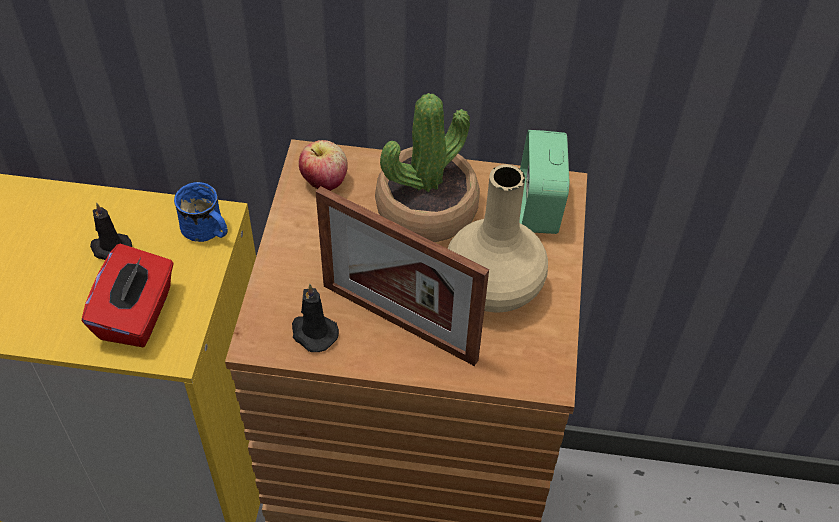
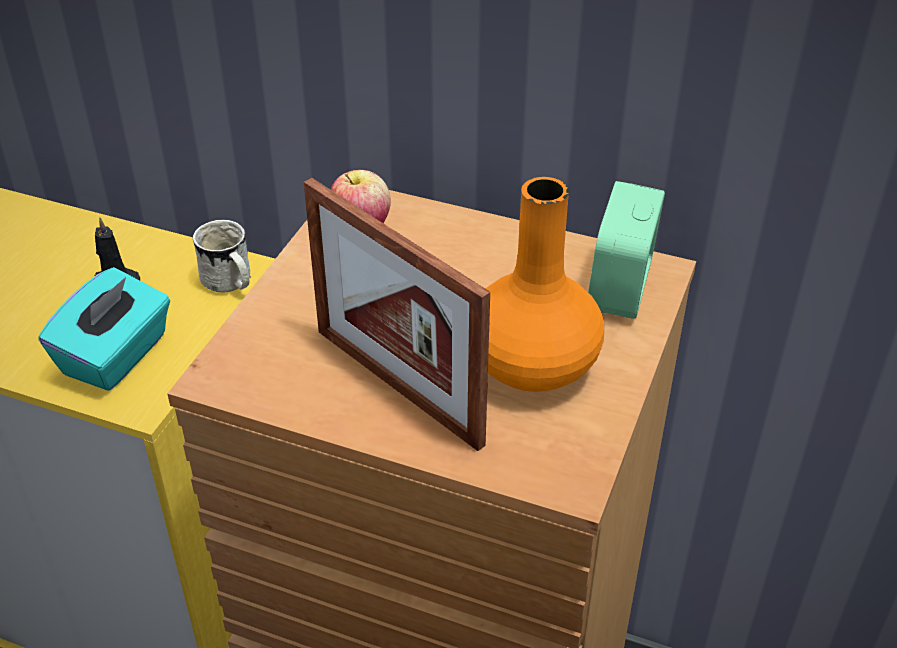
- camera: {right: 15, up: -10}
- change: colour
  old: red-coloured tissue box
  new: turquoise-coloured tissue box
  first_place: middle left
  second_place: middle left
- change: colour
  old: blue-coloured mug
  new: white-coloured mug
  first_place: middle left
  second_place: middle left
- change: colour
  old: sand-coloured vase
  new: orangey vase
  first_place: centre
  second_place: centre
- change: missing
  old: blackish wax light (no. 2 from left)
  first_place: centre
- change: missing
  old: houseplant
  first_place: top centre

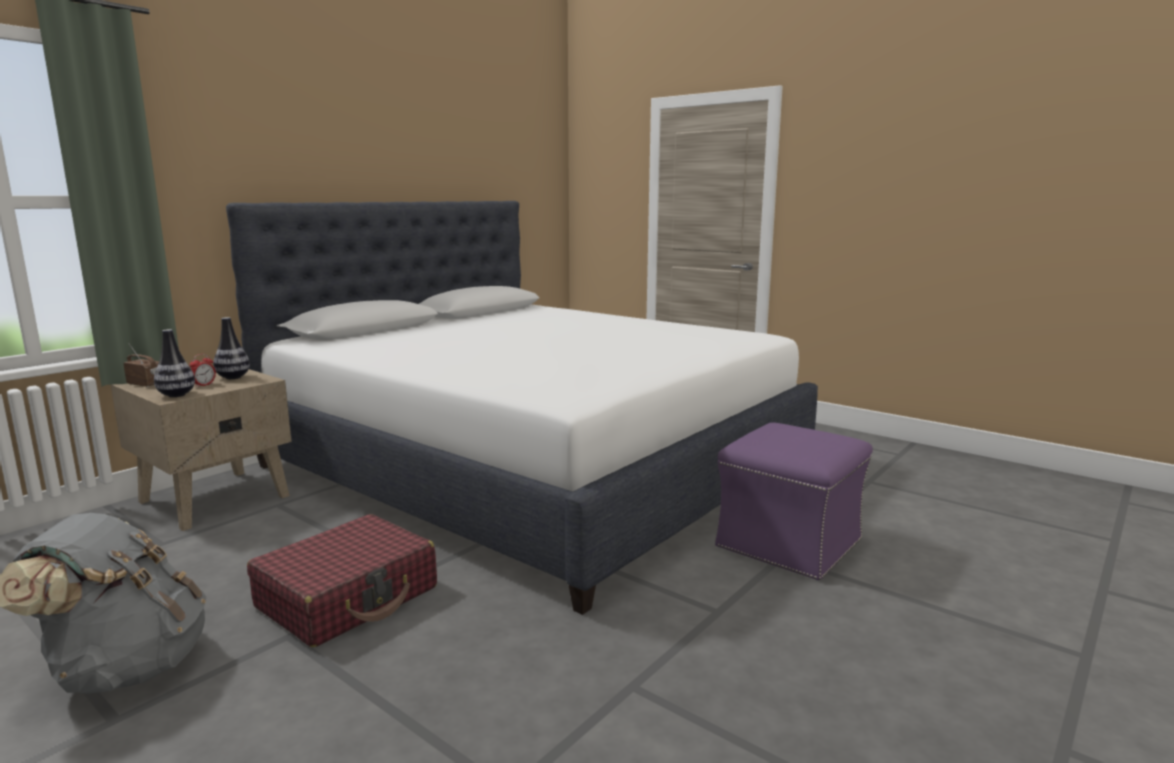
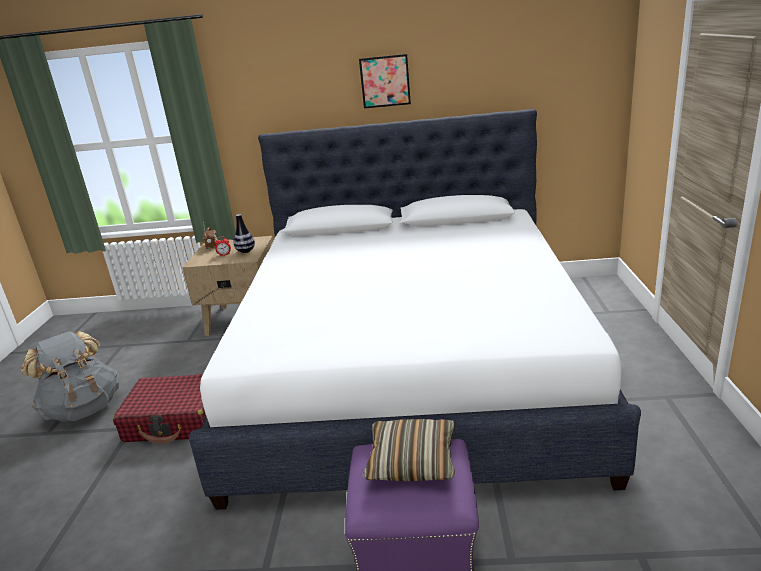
- camera: {right: 55, up: 10}
- change: appeared
  new: wall picture
  second_place: top centre
- change: appeared
  new: pillow
  second_place: bottom centre
- change: missing
  old: vase (no. 1 from left)
  first_place: middle left

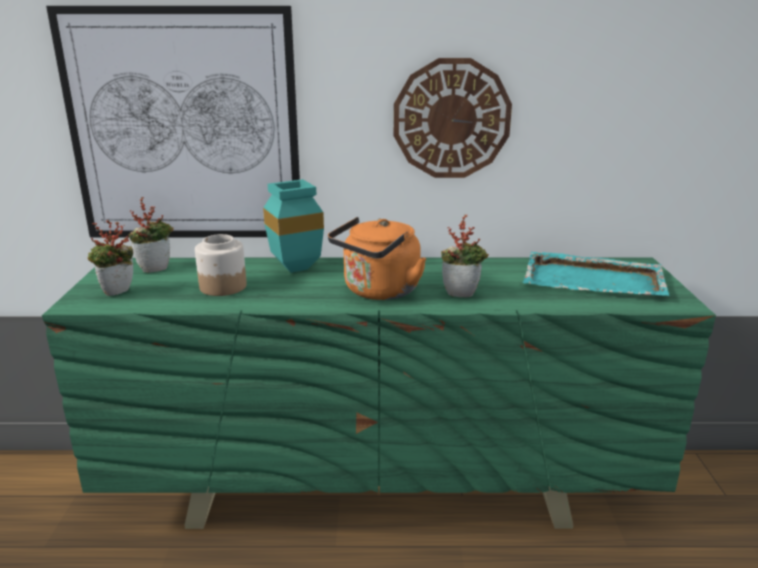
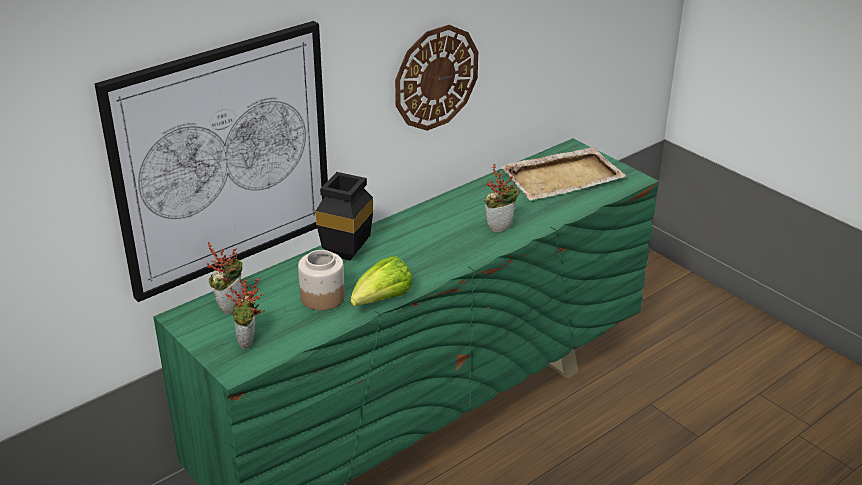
- camera: {right: -40, up: 10}
- change: colour
  old: turquoise-coloured vase
  new: blackish vase
  first_place: centre
  second_place: centre
- change: appeared
  new: lettuce head
  second_place: centre
- change: colour
  old: turquoise-coloured tray
  new: sand-coloured tray
  first_place: middle right
  second_place: centre
- change: missing
  old: orangey kettle
  first_place: centre

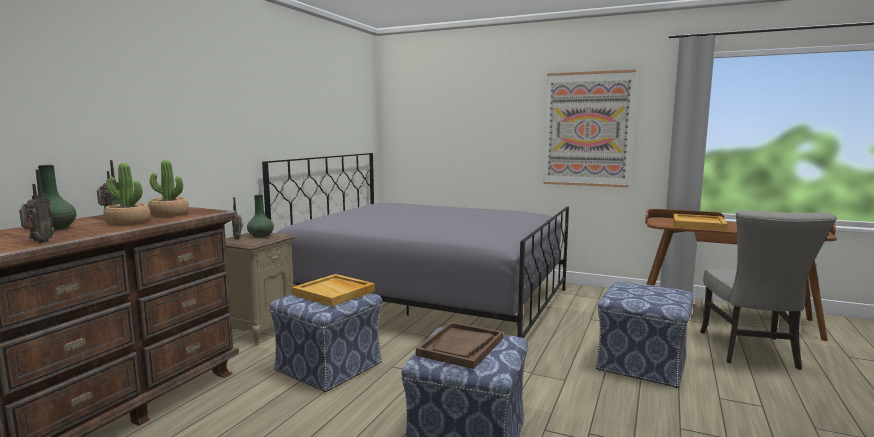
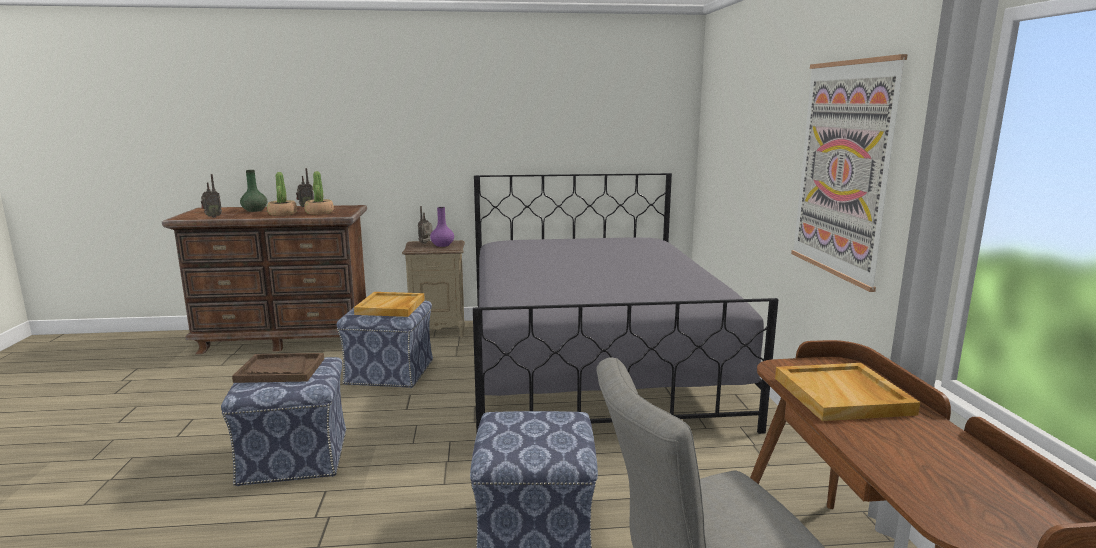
- camera: {right: 60, up: 5}
- change: colour
  old: green-coloured vase (no. 2 from left)
  new: purplish vase
  first_place: middle left
  second_place: centre

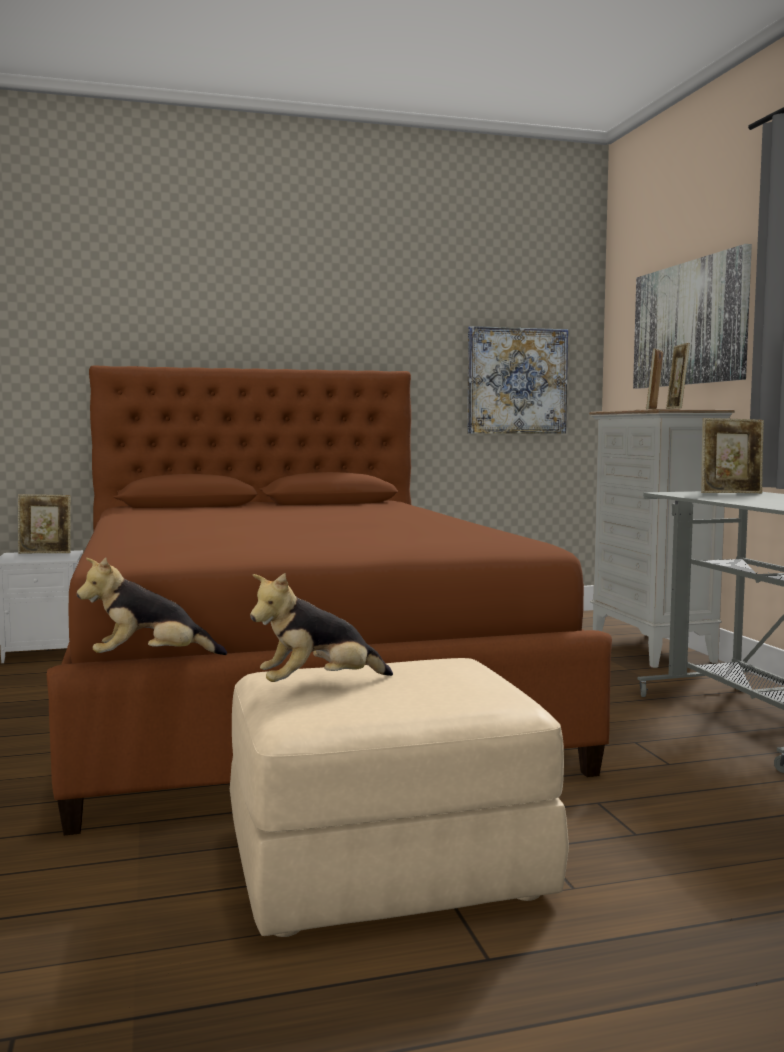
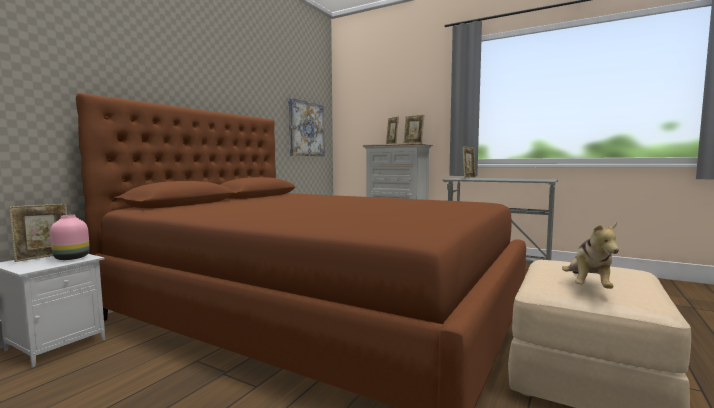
- camera: {right: -45, up: 0}
- change: appeared
  new: pink vase
  second_place: middle left
- change: missing
  old: soft toy (no. 1 from left)
  first_place: middle left
- change: missing
  old: wall picture (no. 2 from left)
  first_place: top right

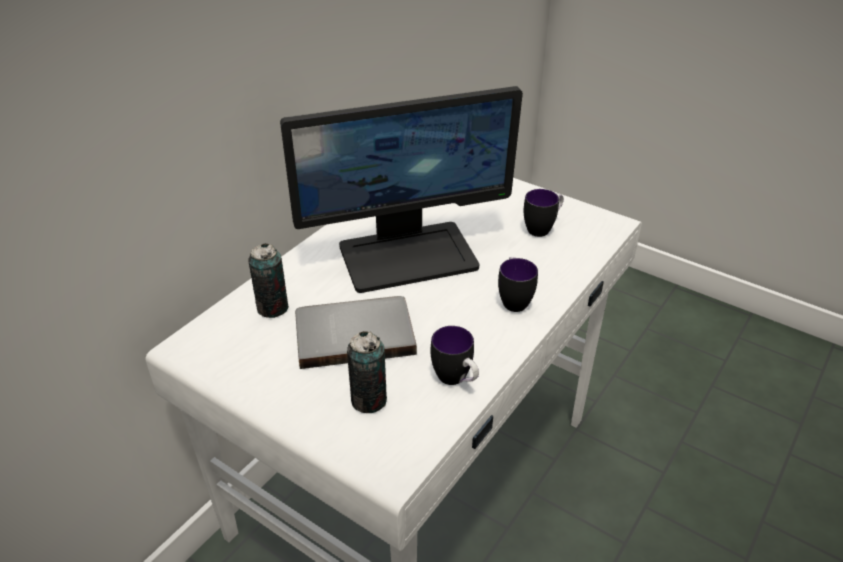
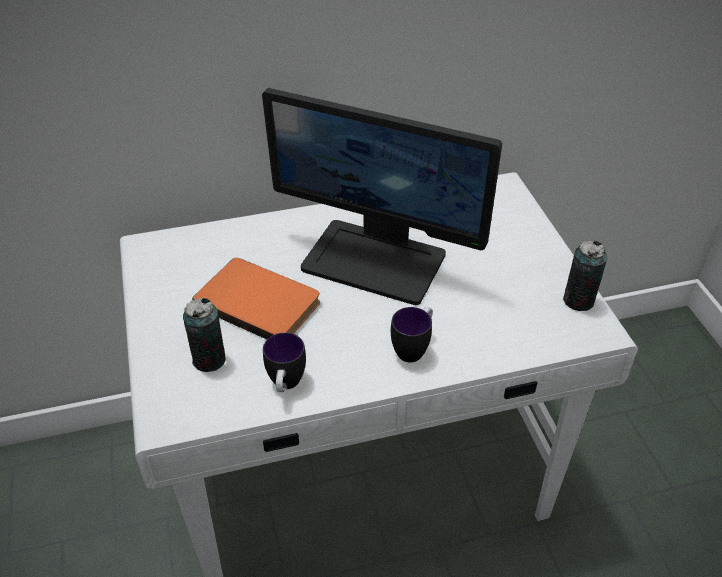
- camera: {right: 40, up: 5}
- change: colour
  old: gray volume
  new: orangey volume
  first_place: centre
  second_place: centre
- change: relocated
  old: metal can (no. 1 from left in the first image)
  new: metal can (no. 2 from left)
  first_place: middle left
  second_place: middle right
- change: missing
  old: mug (no. 3 from left)
  first_place: centre

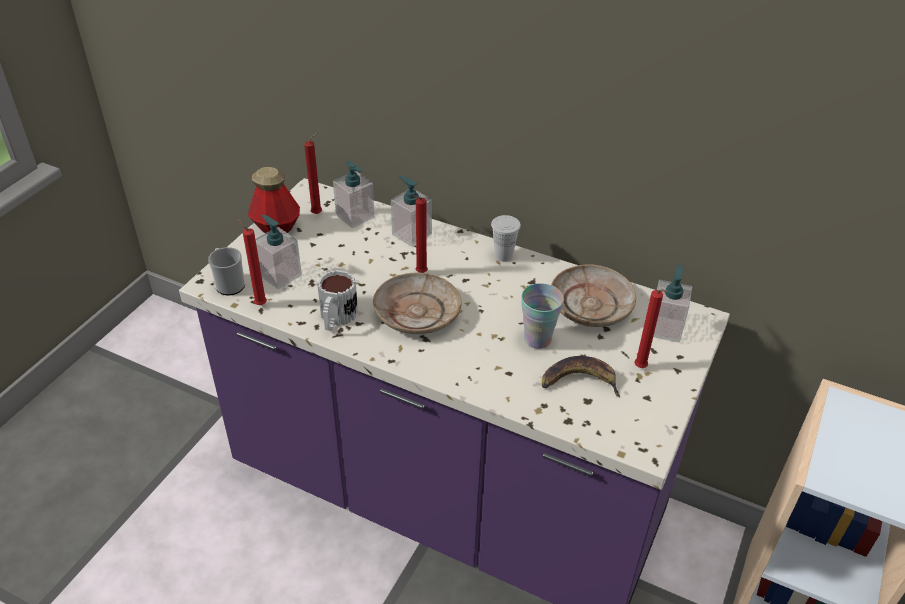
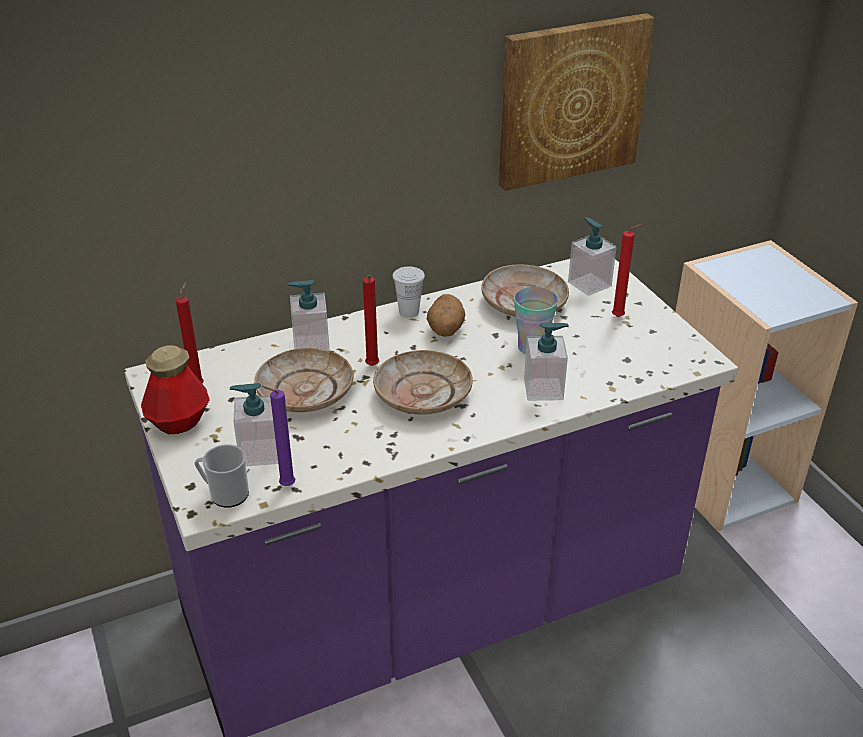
- camera: {right: -50, up: -5}
- change: appeared
  new: sand-coloured dinner plate (no. 1 from left)
  second_place: centre
- change: colour
  old: red-coloured wax light (no. 1 from left)
  new: purplish wax light
  first_place: middle left
  second_place: middle left
- change: appeared
  new: potato
  second_place: centre
- change: appeared
  new: wall picture
  second_place: top right
- change: relocated
  old: soap bottle (no. 2 from left in the first image)
  new: soap bottle (no. 3 from left)
  first_place: top centre
  second_place: centre
- change: missing
  old: mug (no. 2 from left)
  first_place: centre
- change: missing
  old: whole banana
  first_place: centre

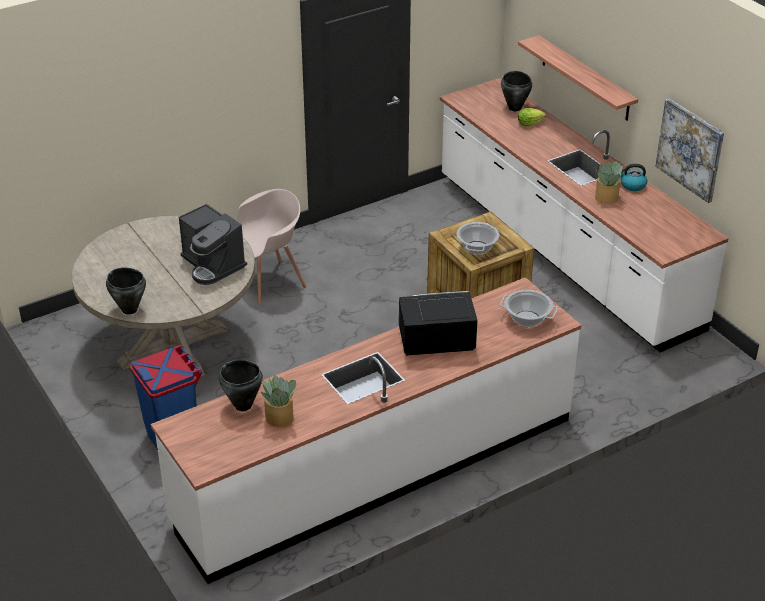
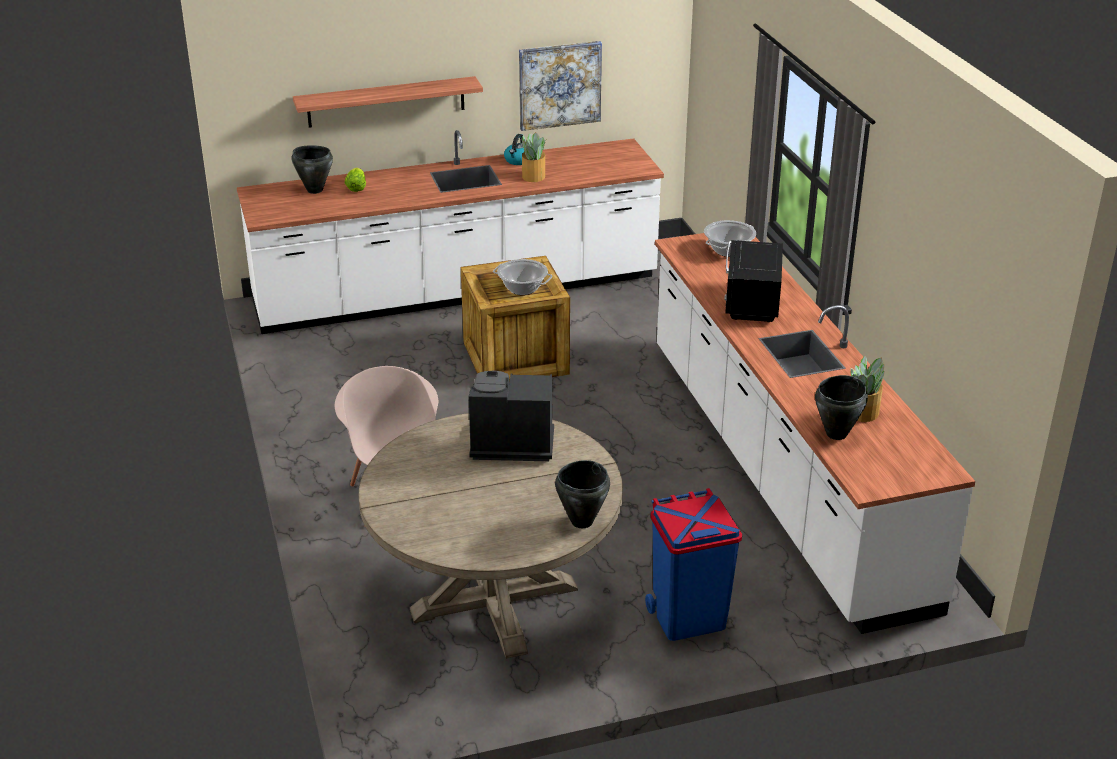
- camera: {right: -75, up: -5}
- change: spun
  old: coffee brewer
  first_place: middle left
  second_place: centre
  degrees: -150

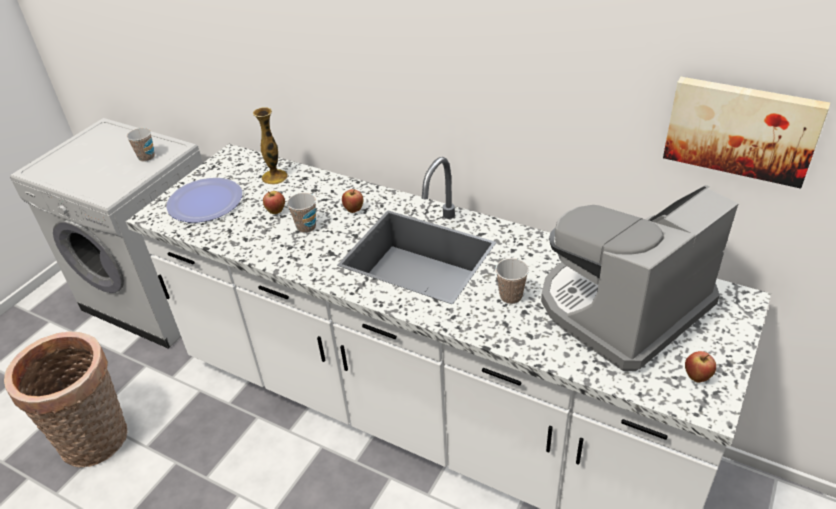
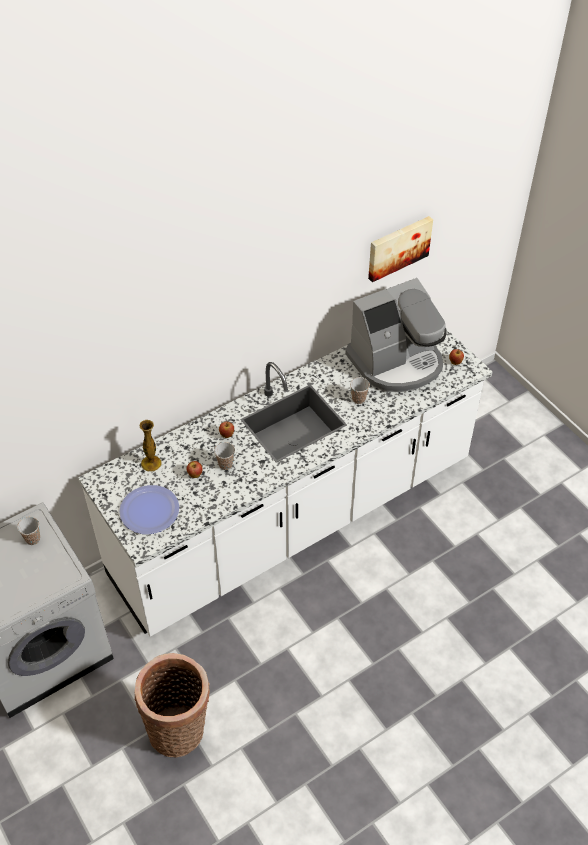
- camera: {right: -65, up: 10}
- change: spun
  old: coffee brewer
  first_place: middle right
  second_place: middle right
  degrees: -105

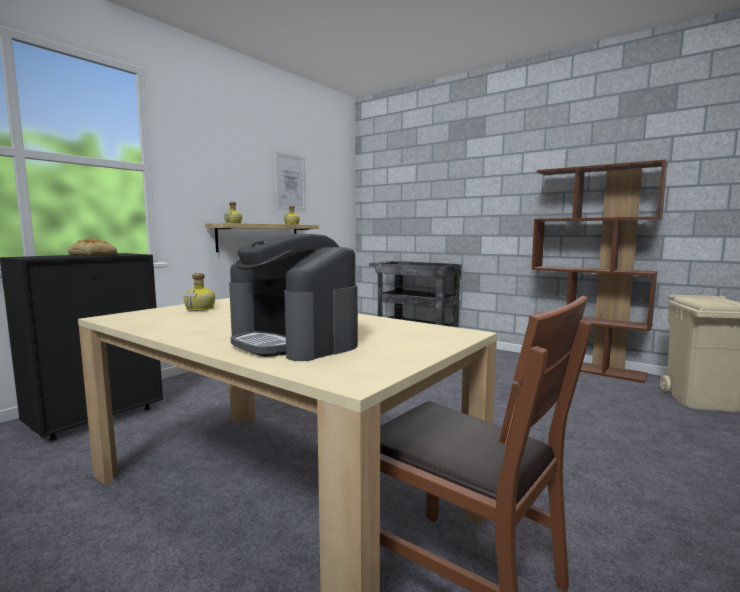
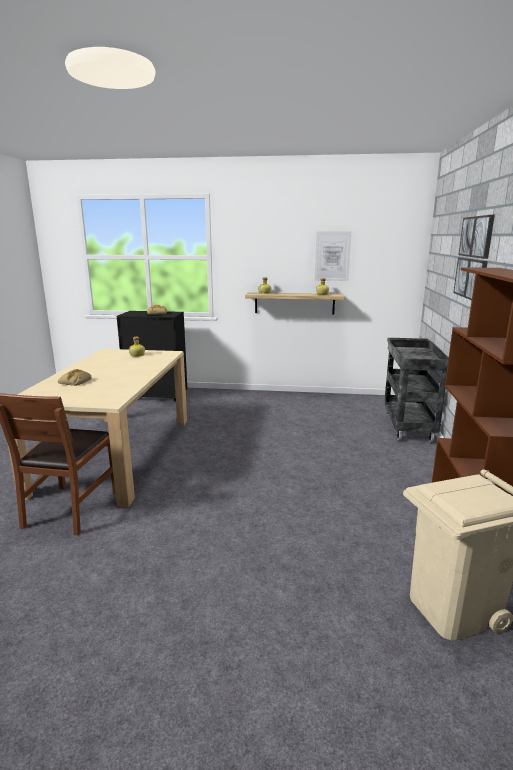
- camera: {right: 60, up: 10}
- change: exchanged
  old: coffee brewer
  new: baked bread (no. 1 from left)
  first_place: centre
  second_place: middle left
- change: appeared
  new: wall picture (no. 2 from left)
  second_place: middle right

